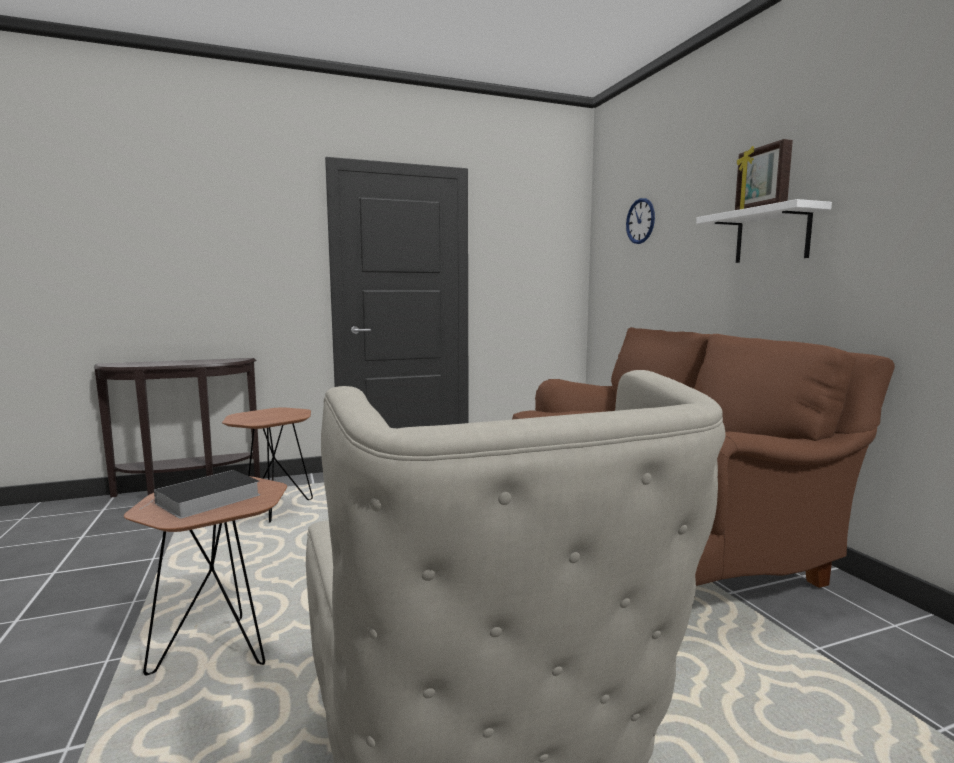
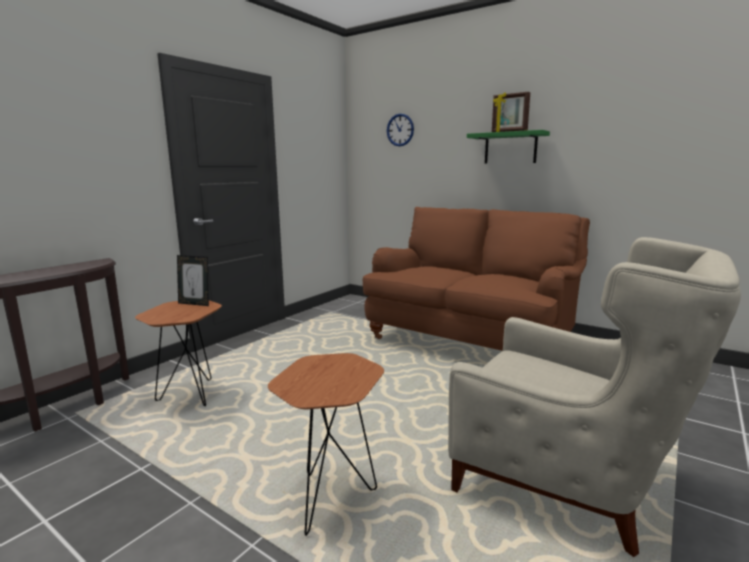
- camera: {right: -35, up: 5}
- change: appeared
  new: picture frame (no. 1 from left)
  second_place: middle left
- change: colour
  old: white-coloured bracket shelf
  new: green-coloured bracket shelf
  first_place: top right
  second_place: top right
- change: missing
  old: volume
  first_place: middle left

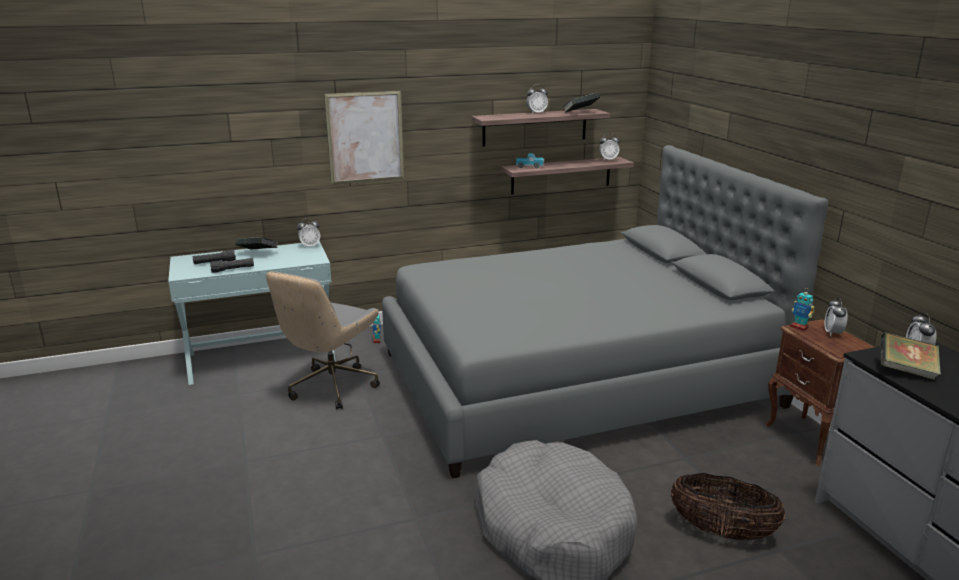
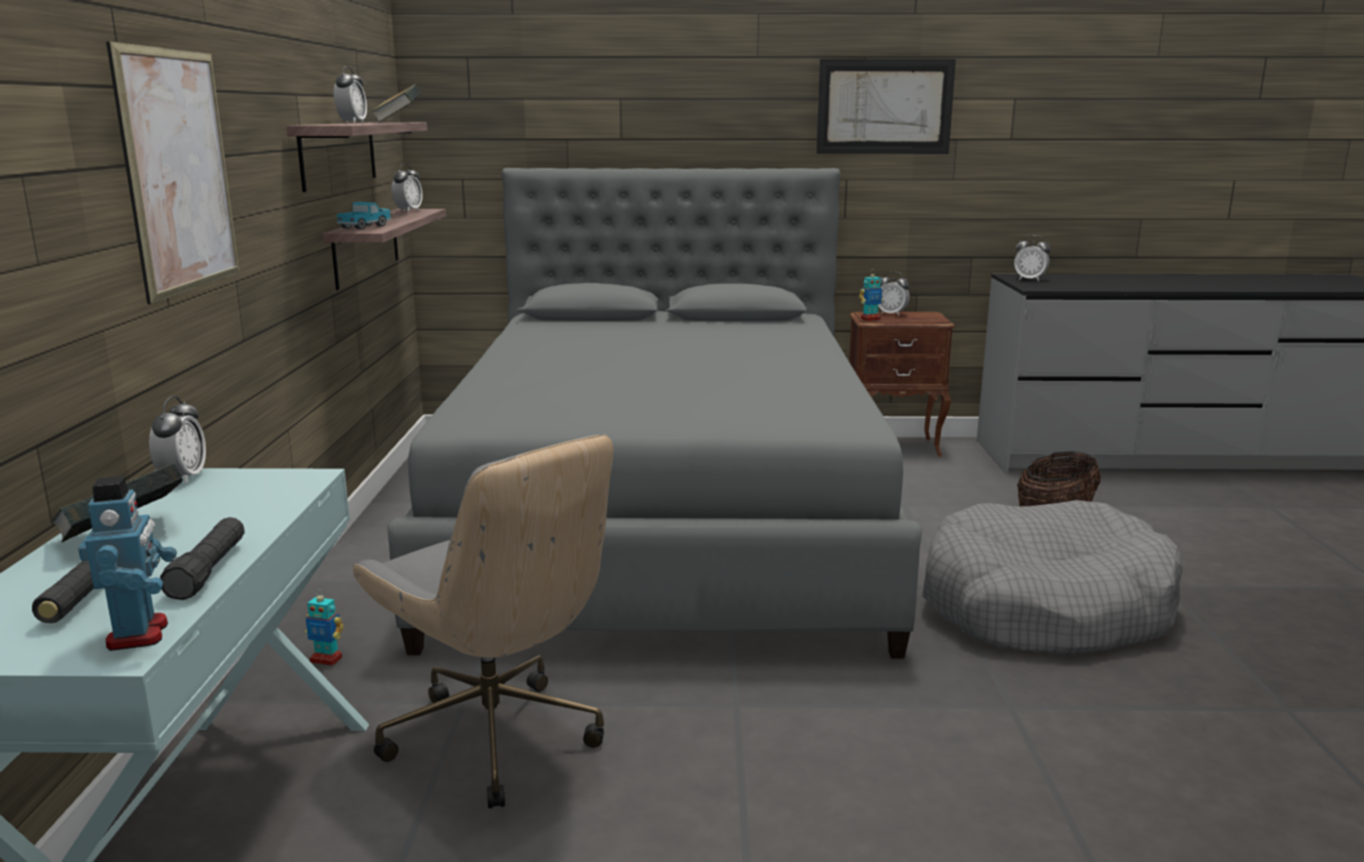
- camera: {right: -70, up: -5}
- change: appeared
  new: toy robot (no. 1 from left)
  second_place: middle left
- change: appeared
  new: wall picture (no. 2 from left)
  second_place: top centre
- change: missing
  old: volume (no. 3 from left)
  first_place: middle right

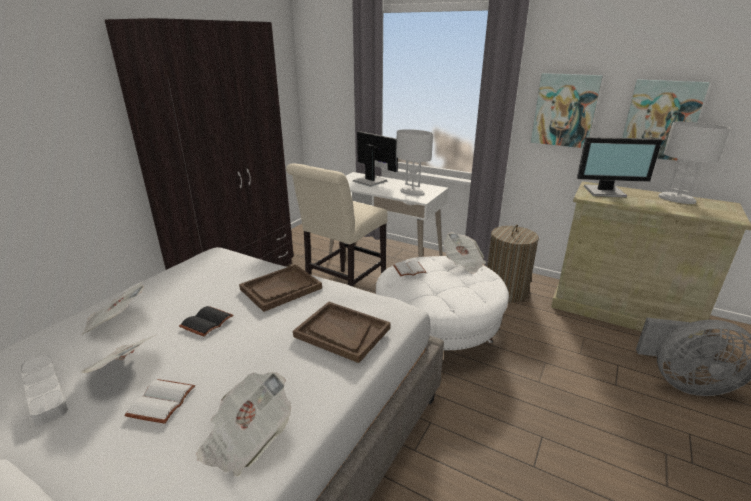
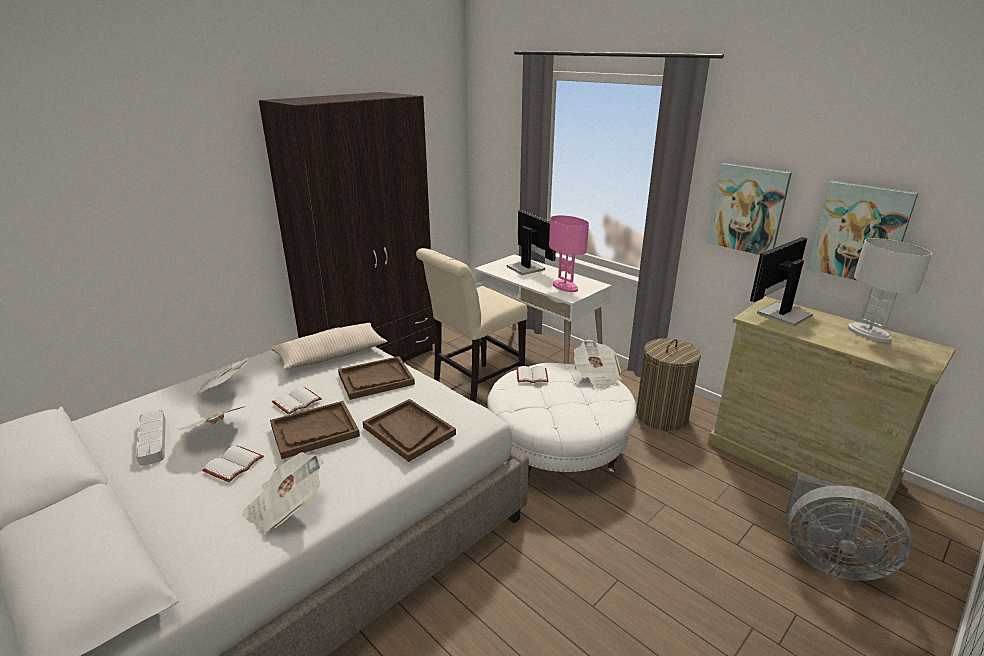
- camera: {right: 15, up: 0}
- change: appeared
  new: brown tray (no. 1 from left)
  second_place: middle left
- change: appeared
  new: sand-coloured pillow
  second_place: centre
- change: colour
  old: blackish volume
  new: white-coloured volume (no. 2 from left)
  first_place: middle left
  second_place: middle left
- change: colour
  old: white-coloured tabletop lamp (no. 1 from left)
  new: pink tabletop lamp
  first_place: top centre
  second_place: centre
- change: spun
  old: monitor (no. 2 from left)
  first_place: middle right
  second_place: middle right
  degrees: 120

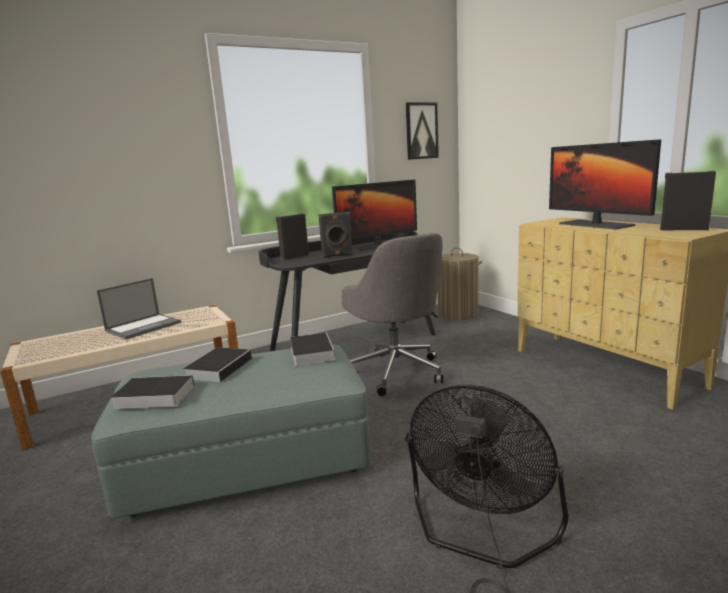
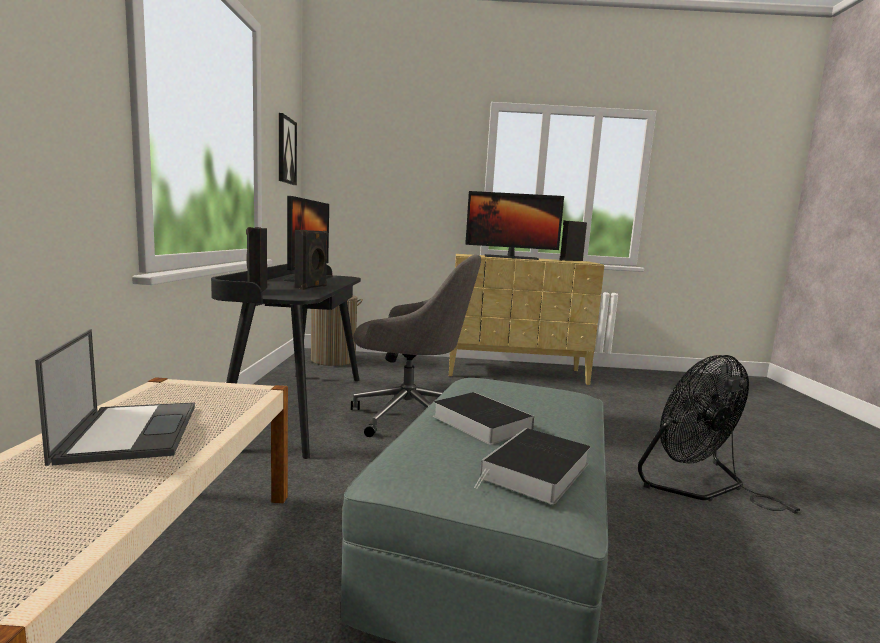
- camera: {right: -60, up: -5}
- change: missing
  old: volume (no. 3 from left)
  first_place: centre

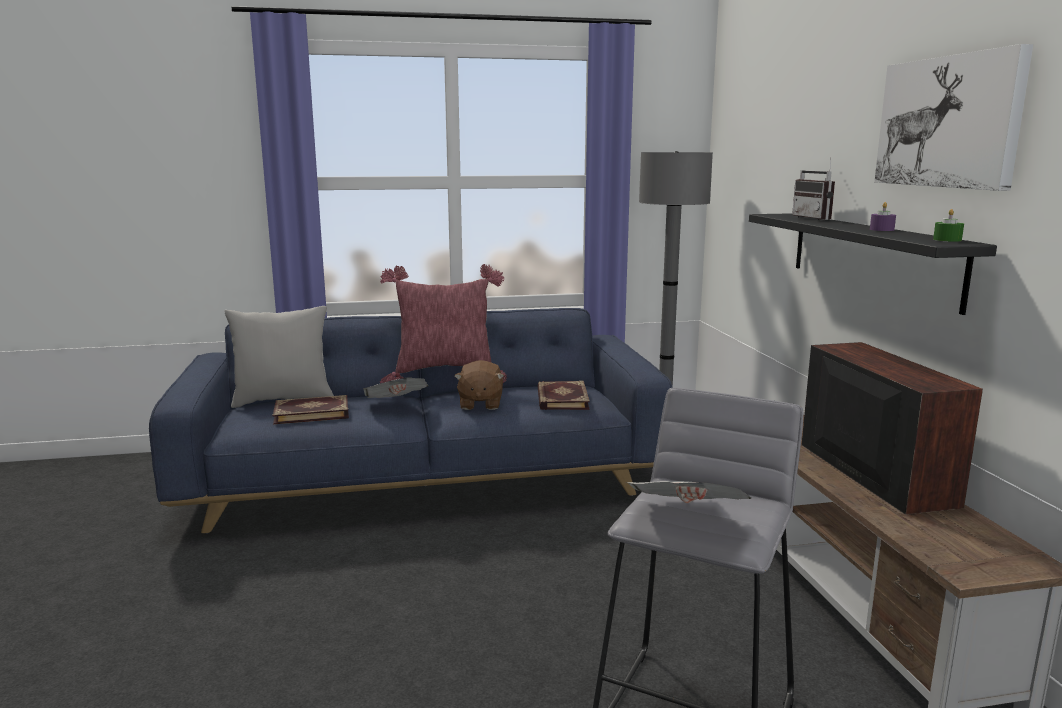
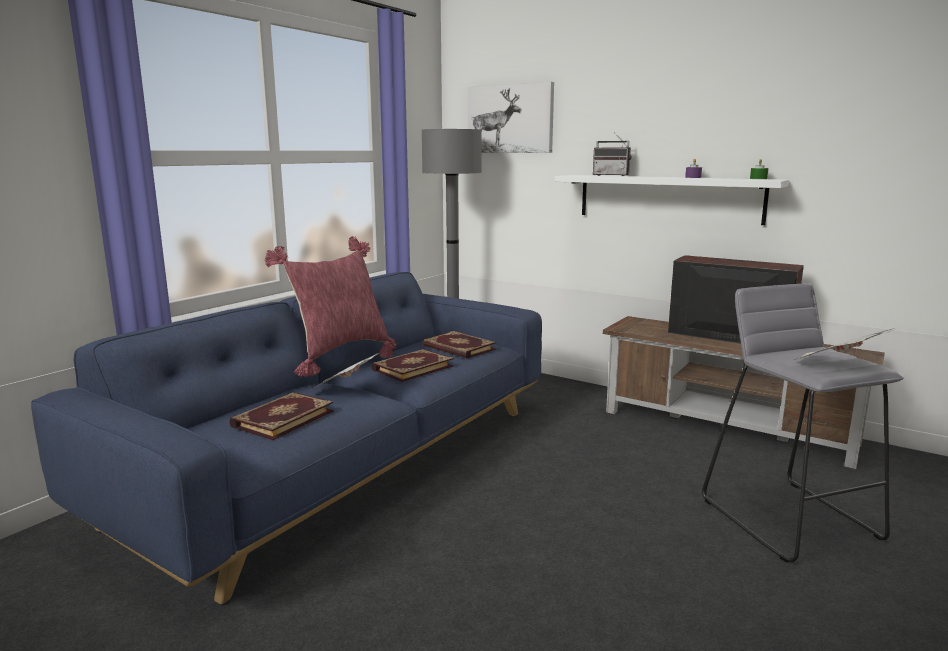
- camera: {right: -45, up: 0}
- change: exchanged
  old: brown soft toy
  new: volume (no. 2 from left)
  first_place: centre
  second_place: centre
- change: relocated
  old: wall picture
  first_place: top right
  second_place: top centre
- change: colour
  old: blackish bracket shelf
  new: white-coloured bracket shelf
  first_place: middle right
  second_place: top right
- change: missing
  old: gray pillow
  first_place: middle left

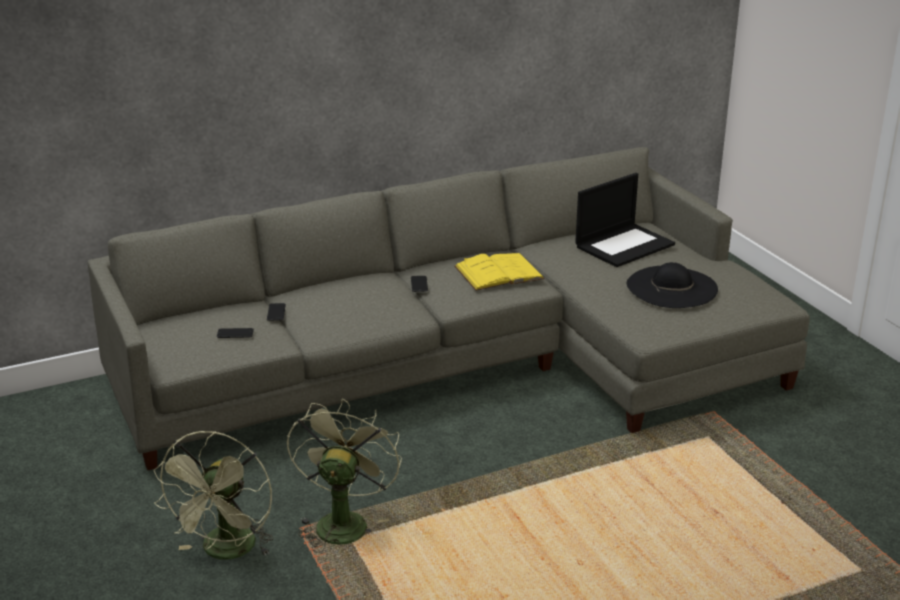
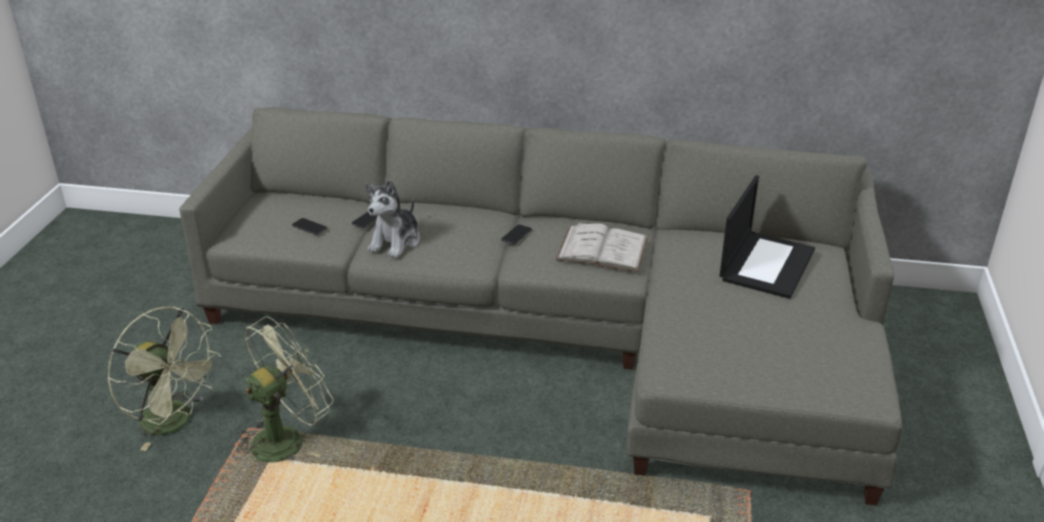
- camera: {right: 35, up: 5}
- change: spun
  old: green-coloured fan (no. 1 from left)
  first_place: bottom left
  second_place: bottom left
  degrees: -105
- change: appeared
  new: soft toy
  second_place: centre
- change: colour
  old: yellowish volume
  new: white-coloured volume
  first_place: centre
  second_place: centre
- change: spun
  old: notebook computer
  first_place: middle right
  second_place: middle right
  degrees: -60
- change: missing
  old: blackish wearable hat
  first_place: middle right

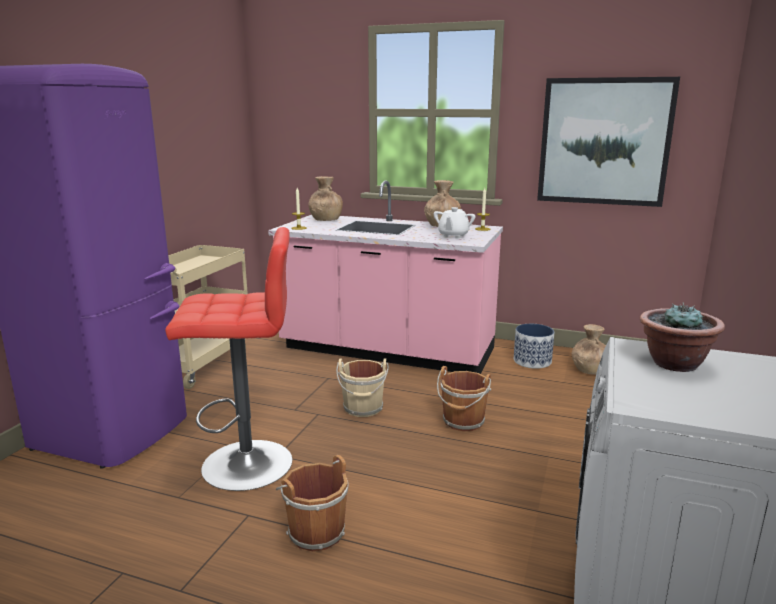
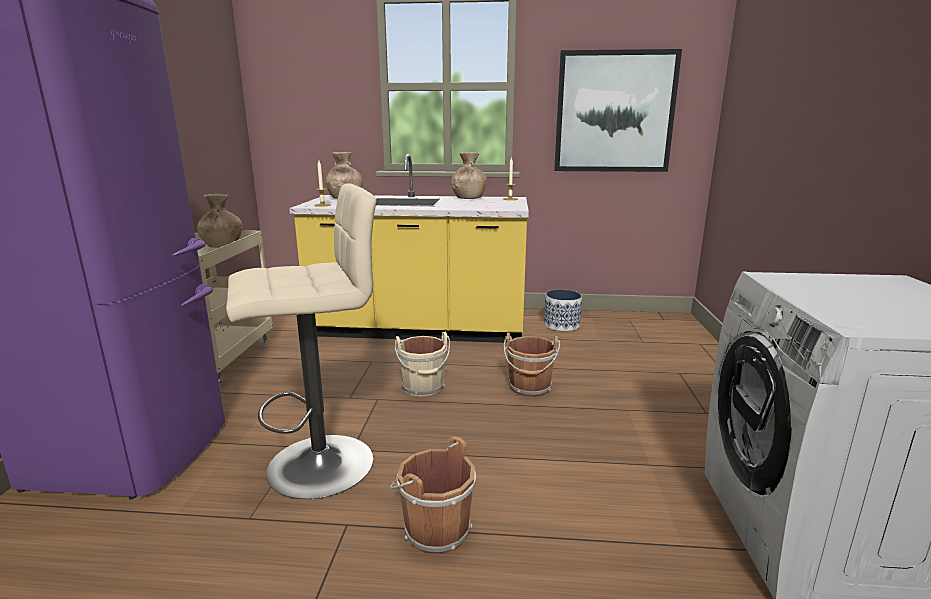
- camera: {right: -15, up: 0}
- change: relocated
  old: brown vase (no. 3 from left in the first image)
  new: brown vase (no. 1 from left)
  first_place: middle right
  second_place: middle left
- change: colour
  old: red-coloured sitting stool
  new: sand-coloured sitting stool
  first_place: middle left
  second_place: middle left
- change: colour
  old: pink kitchen counter
  new: yellowish kitchen counter
  first_place: centre
  second_place: centre
- change: missing
  old: white-coloured pot for tea
  first_place: centre
- change: missing
  old: houseplant
  first_place: middle right

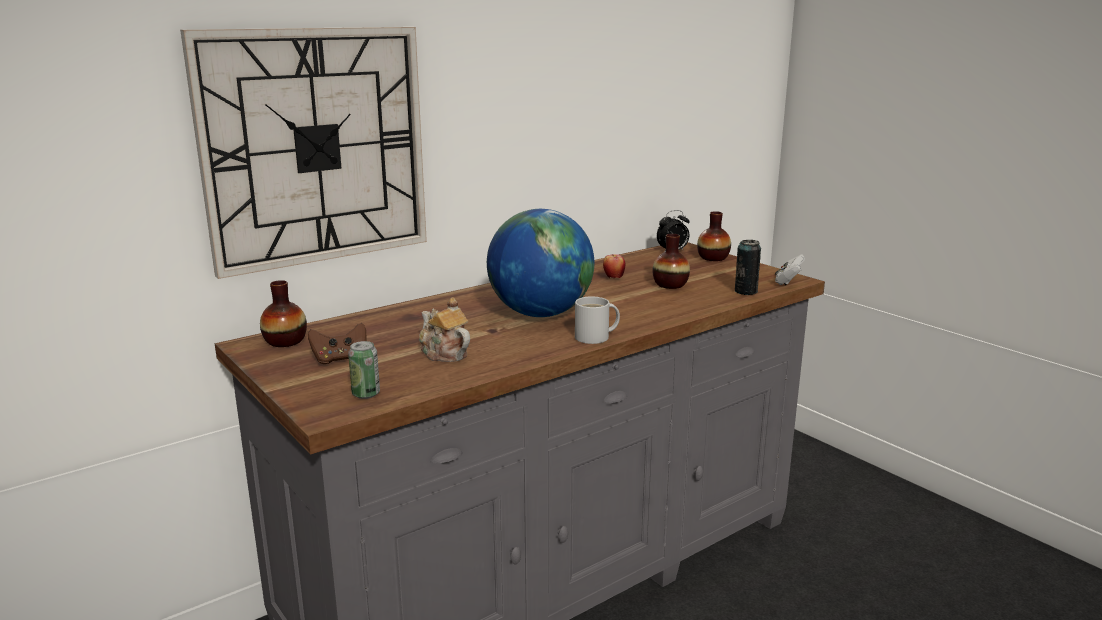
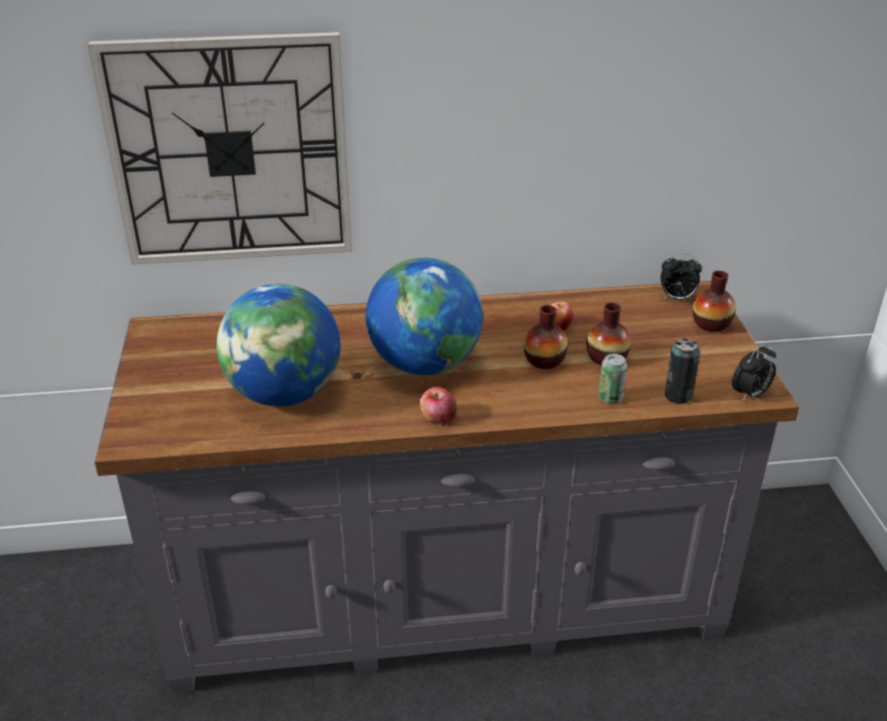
- camera: {right: 30, up: 15}
- change: exchanged
  old: pot for tea
  new: globe (no. 1 from left)
  first_place: centre
  second_place: middle left
- change: exchanged
  old: white-coloured mug
  new: apple (no. 1 from left)
  first_place: centre
  second_place: centre
- change: relocated
  old: vase (no. 1 from left)
  first_place: middle left
  second_place: centre
- change: relocated
  old: metal can (no. 1 from left)
  first_place: middle left
  second_place: middle right
- change: exchanged
  old: white-coloured joypad
  new: alarm clock (no. 2 from left)
  first_place: middle right
  second_place: middle right
- change: missing
  old: brown joypad
  first_place: middle left

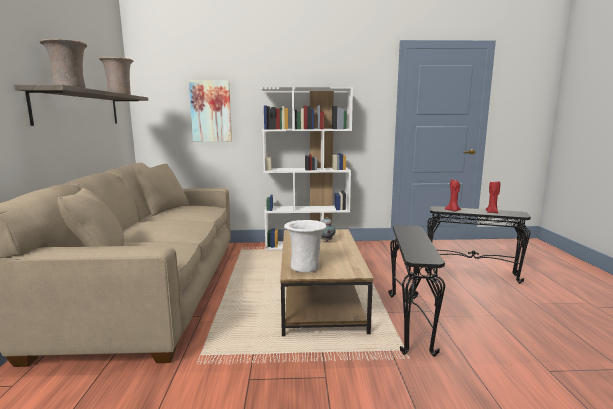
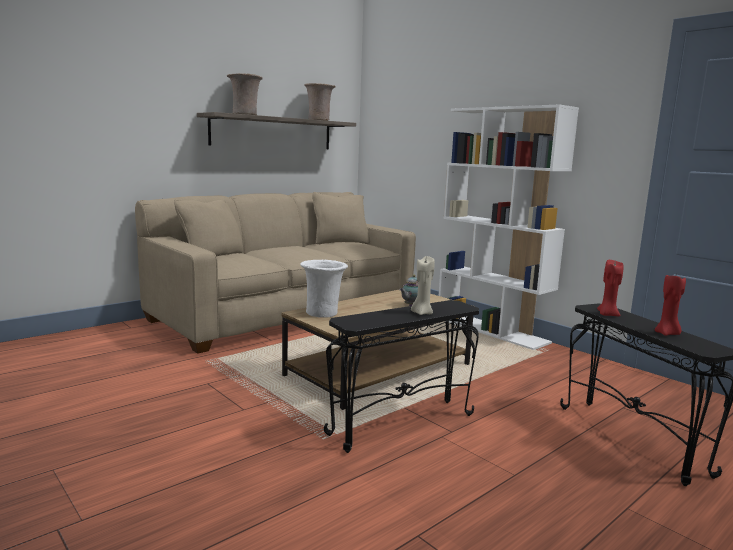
- camera: {right: 50, up: 0}
- change: appeared
  new: sand-coloured wax light
  second_place: centre
- change: missing
  old: wall picture
  first_place: top centre

